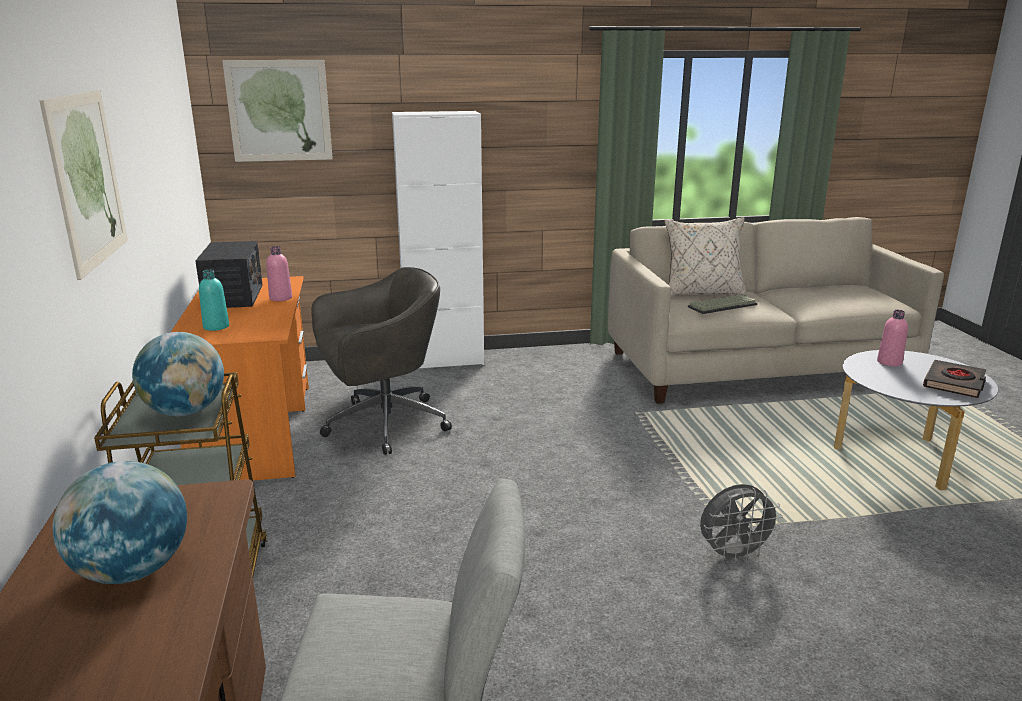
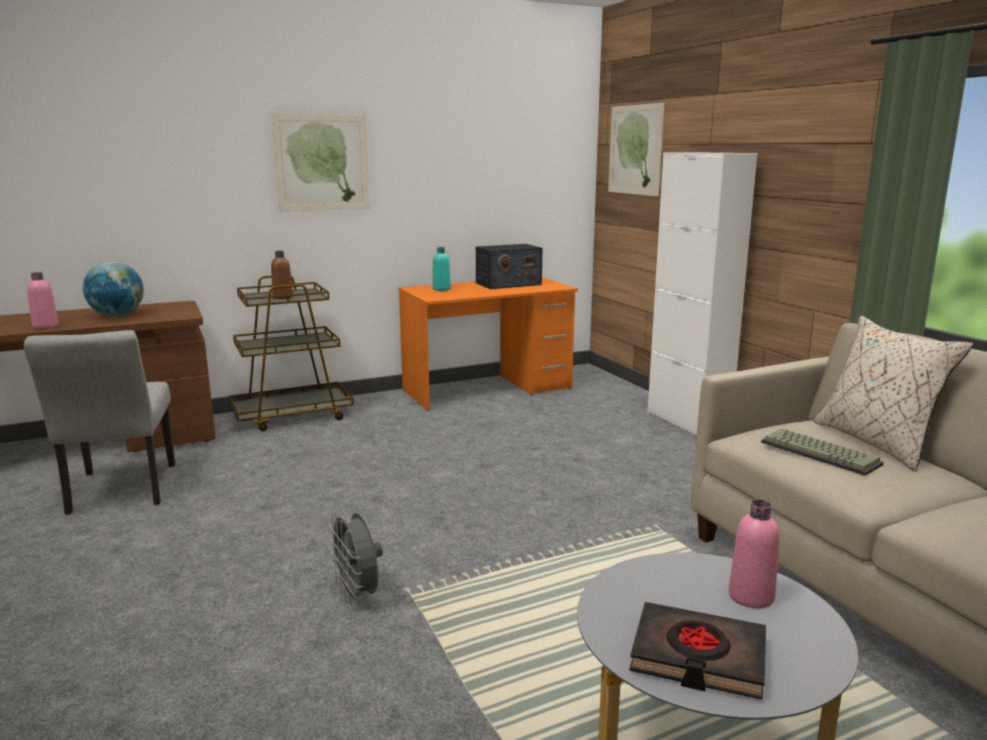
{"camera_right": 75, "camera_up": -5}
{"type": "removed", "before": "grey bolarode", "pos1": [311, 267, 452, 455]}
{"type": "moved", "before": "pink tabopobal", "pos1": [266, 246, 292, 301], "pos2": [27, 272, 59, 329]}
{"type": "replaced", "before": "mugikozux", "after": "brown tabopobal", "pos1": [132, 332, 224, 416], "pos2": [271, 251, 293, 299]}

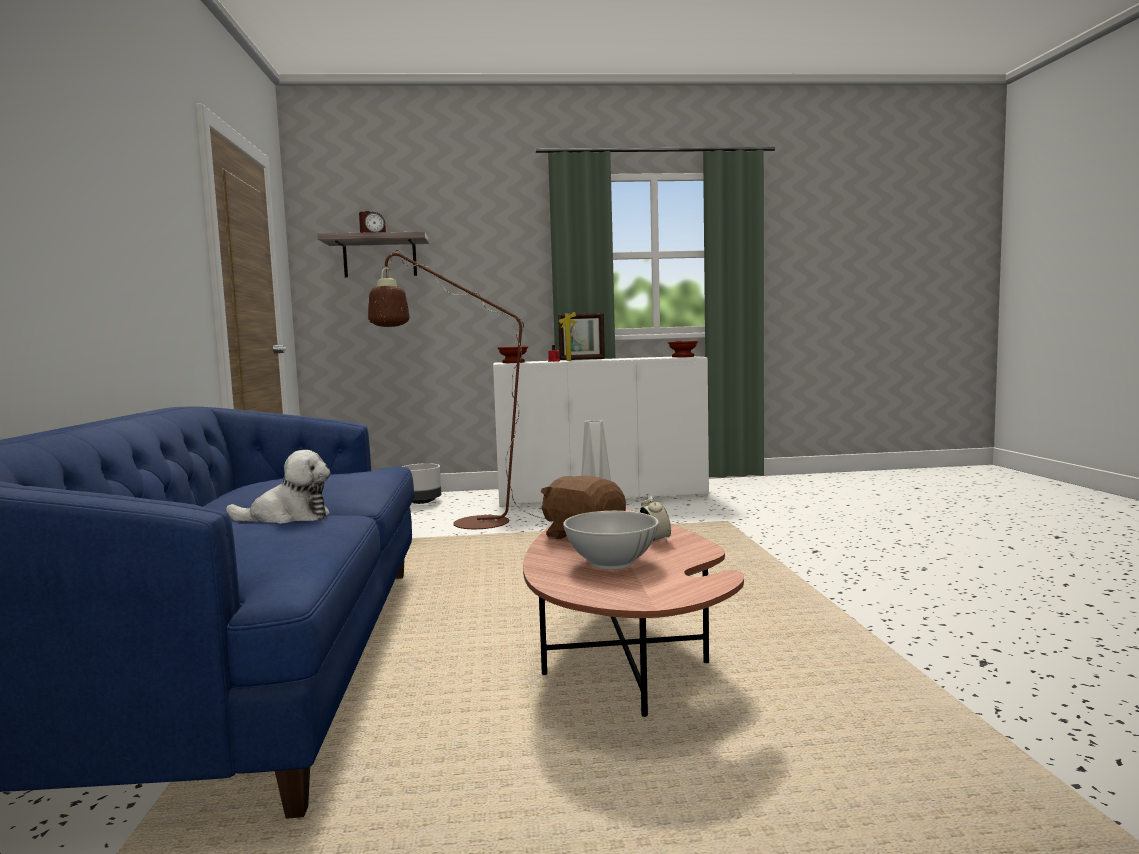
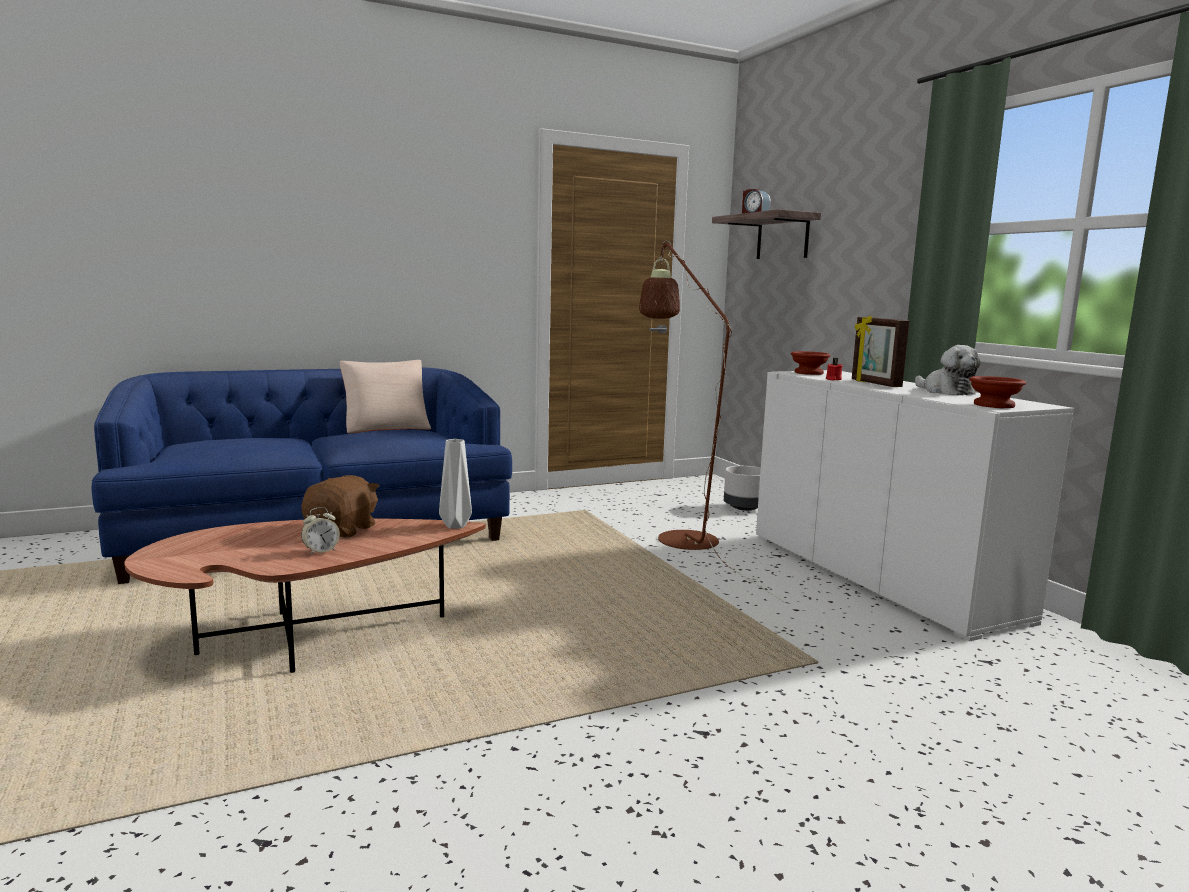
{"camera_right": 70, "camera_up": 5}
{"type": "removed", "before": "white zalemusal", "pos1": [563, 511, 659, 570]}
{"type": "added", "after": "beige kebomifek", "pos2": [339, 360, 431, 434]}
{"type": "moved", "before": "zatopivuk", "pos1": [226, 450, 330, 523], "pos2": [915, 345, 981, 395]}

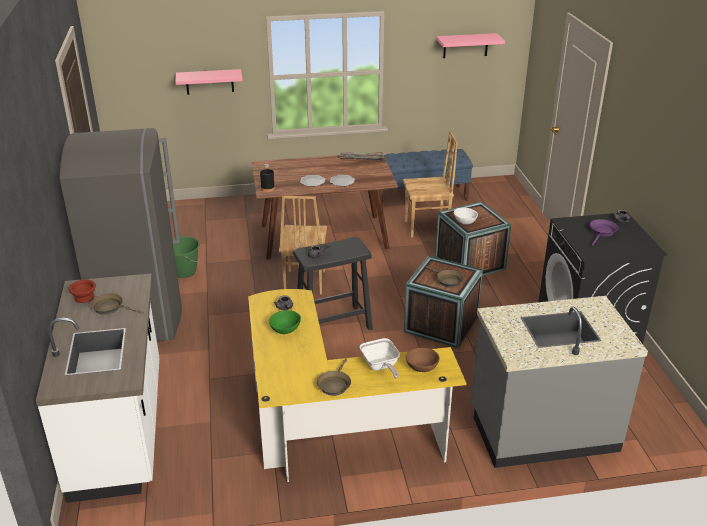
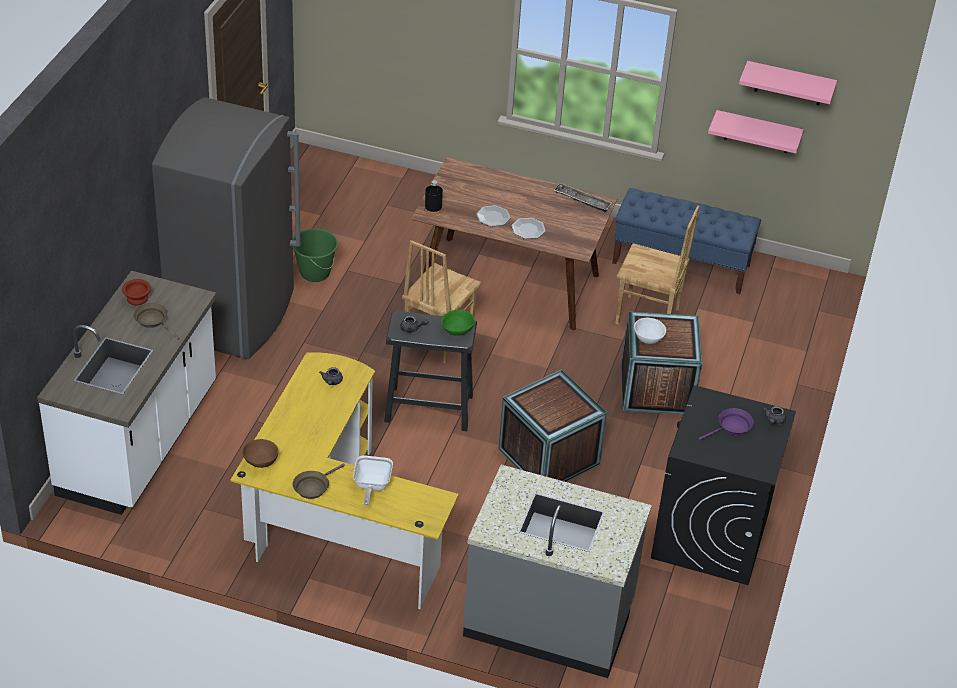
{"camera_right": 25, "camera_up": 10}
{"type": "removed", "before": "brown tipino", "pos1": [425, 266, 463, 288]}
{"type": "moved", "before": "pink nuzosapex", "pos1": [175, 69, 243, 95], "pos2": [708, 110, 804, 153]}
{"type": "moved", "before": "green zalemusal", "pos1": [269, 310, 301, 334], "pos2": [441, 310, 475, 336]}
{"type": "moved", "before": "brown zalemusal", "pos1": [406, 348, 439, 372], "pos2": [242, 439, 278, 468]}

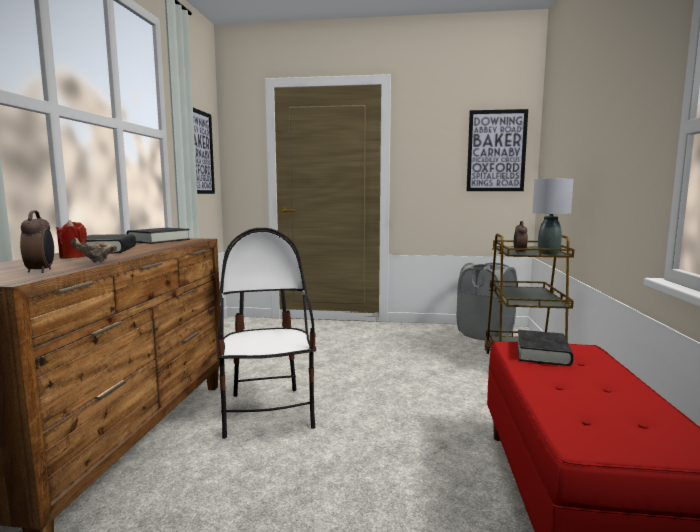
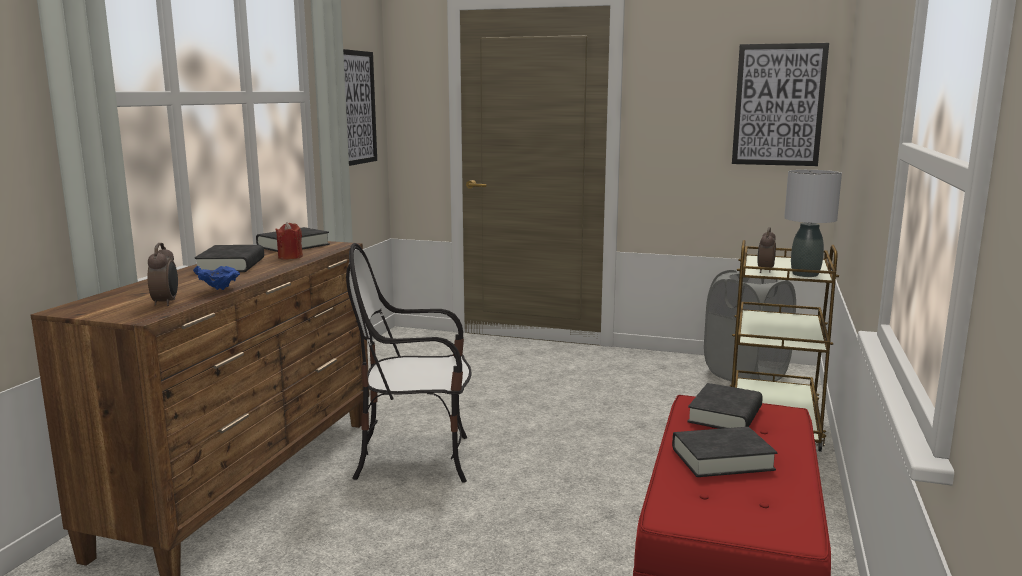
{"camera_right": 10, "camera_up": 5}
{"type": "added", "after": "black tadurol", "pos2": [672, 427, 777, 477]}
{"type": "moved", "before": "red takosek", "pos1": [56, 220, 87, 259], "pos2": [275, 222, 303, 259]}
{"type": "recoloured", "before": "beige zalemusal", "after": "blue zalemusal", "pos1": [70, 238, 117, 263], "pos2": [193, 266, 240, 290]}
{"type": "turned", "before": "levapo", "pos1": [218, 228, 316, 439], "pos2": [346, 243, 471, 483], "turn": -90}

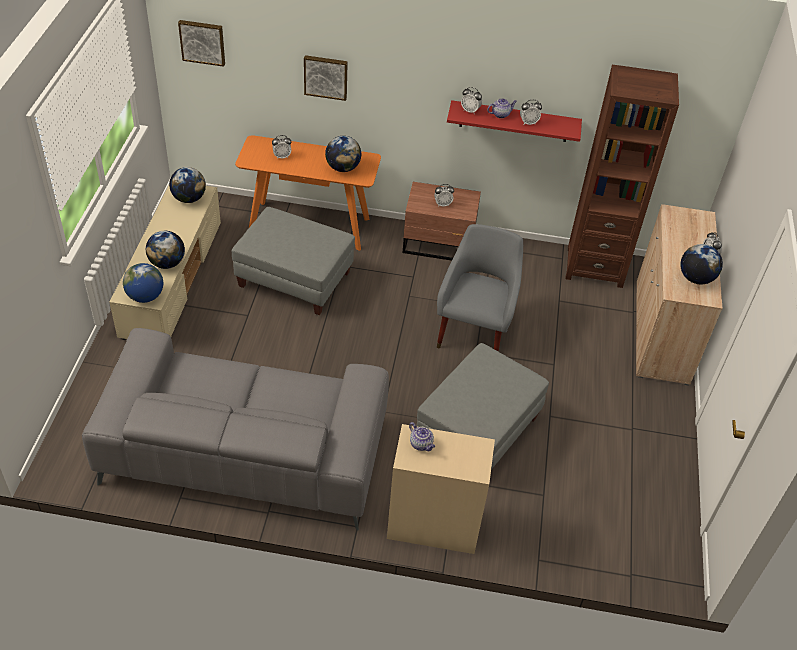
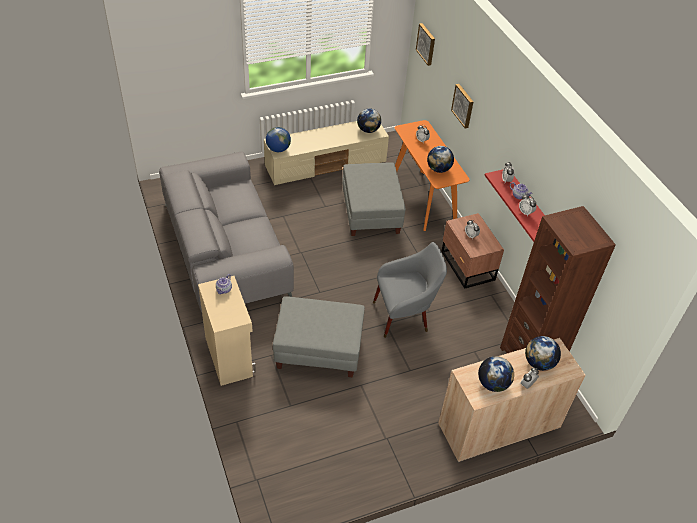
{"camera_right": 60, "camera_up": 0}
{"type": "moved", "before": "mugikozux", "pos1": [146, 231, 185, 269], "pos2": [525, 336, 561, 371]}

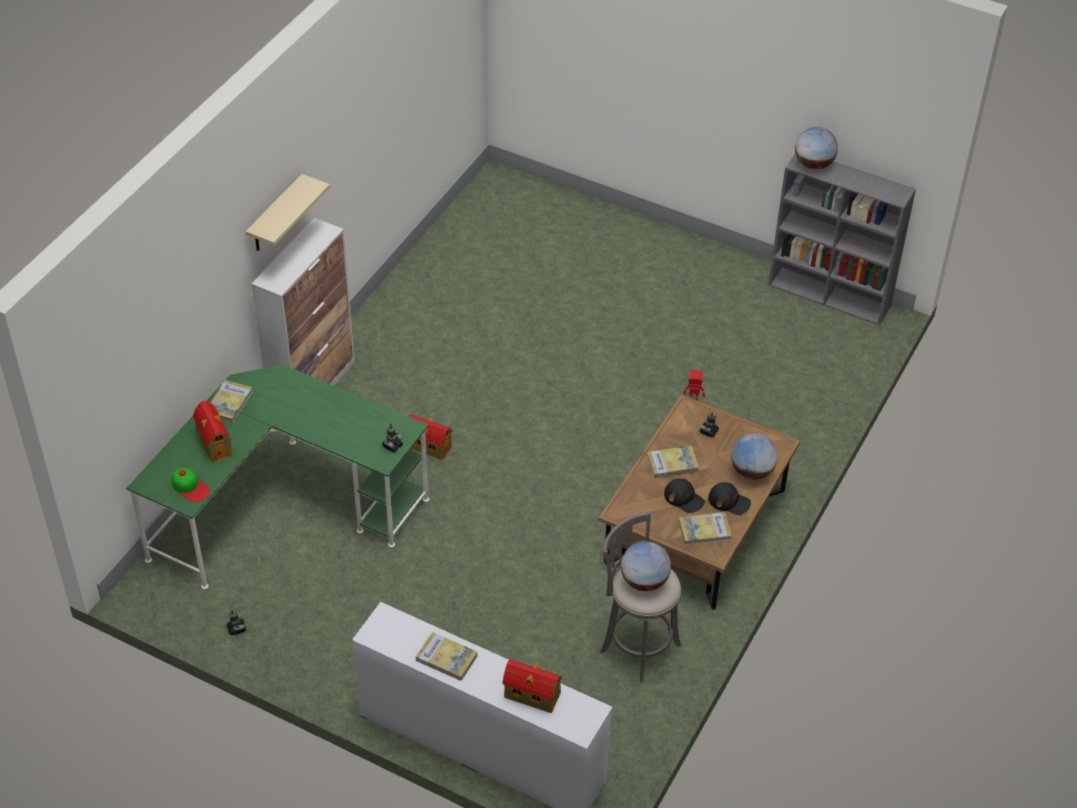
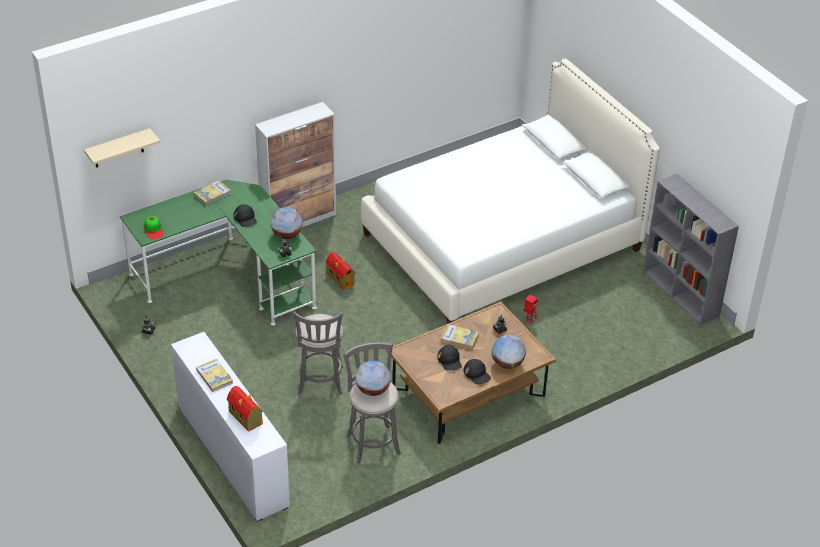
{"camera_right": 30, "camera_up": -5}
{"type": "removed", "before": "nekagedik", "pos1": [193, 401, 233, 462]}
{"type": "removed", "before": "tadurol", "pos1": [678, 512, 732, 545]}
{"type": "added", "after": "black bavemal", "pos2": [234, 204, 257, 227]}
{"type": "added", "after": "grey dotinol", "pos2": [293, 311, 343, 394]}
{"type": "added", "after": "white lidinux", "pos2": [361, 58, 660, 324]}
{"type": "moved", "before": "beige nuzosapex", "pos1": [245, 174, 330, 251], "pos2": [84, 128, 160, 168]}
{"type": "moved", "before": "mugikozux", "pos1": [795, 127, 838, 170], "pos2": [271, 207, 303, 239]}

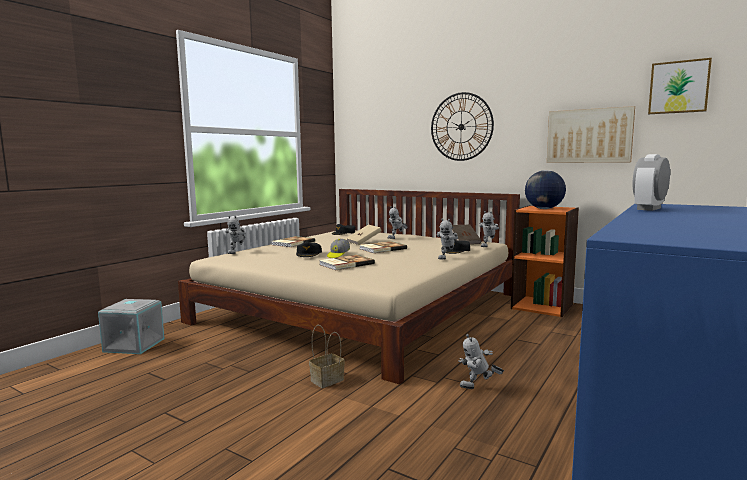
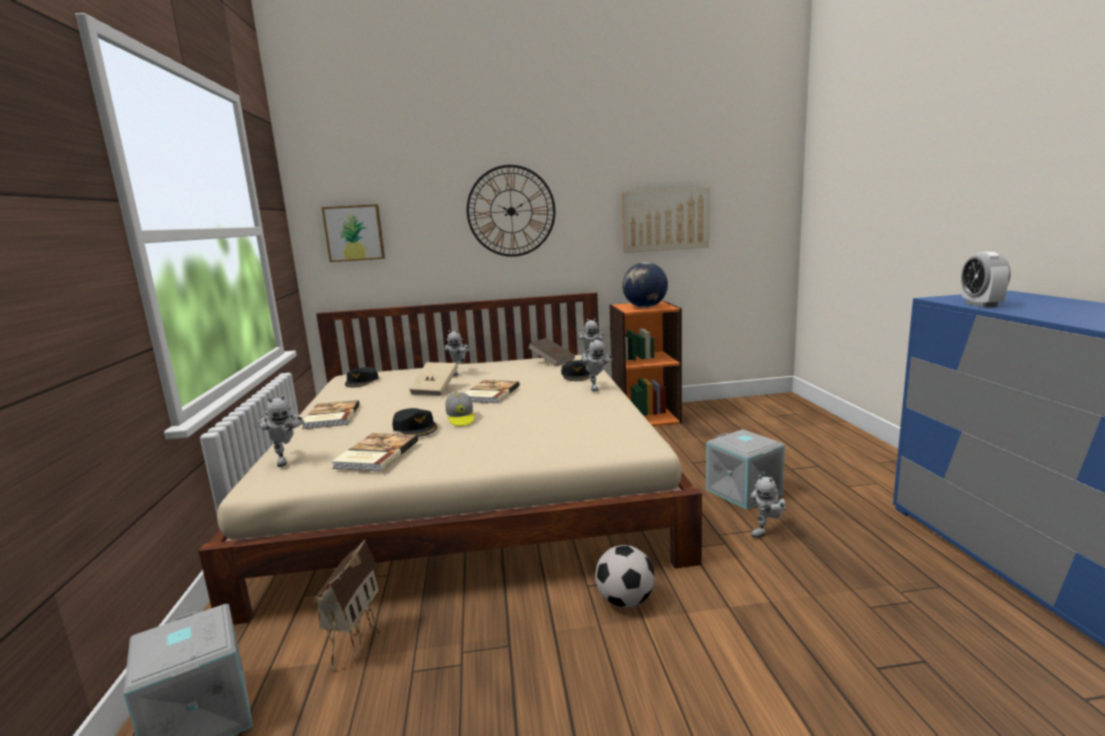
{"camera_right": -40, "camera_up": 5}
{"type": "added", "after": "nekagedik", "pos2": [311, 539, 381, 672]}
{"type": "added", "after": "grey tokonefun", "pos2": [706, 429, 785, 510]}
{"type": "moved", "before": "tadurol", "pos1": [319, 255, 375, 270], "pos2": [331, 433, 418, 472]}
{"type": "moved", "before": "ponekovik", "pos1": [648, 58, 712, 114], "pos2": [322, 204, 385, 262]}
{"type": "replaced", "before": "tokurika", "after": "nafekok", "pos1": [309, 325, 345, 388], "pos2": [595, 545, 655, 607]}

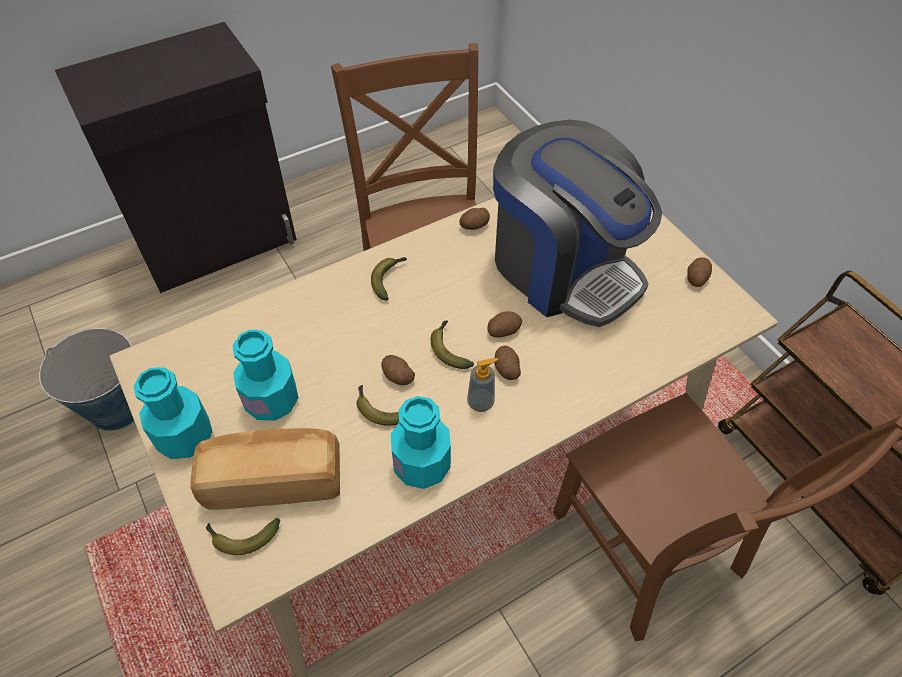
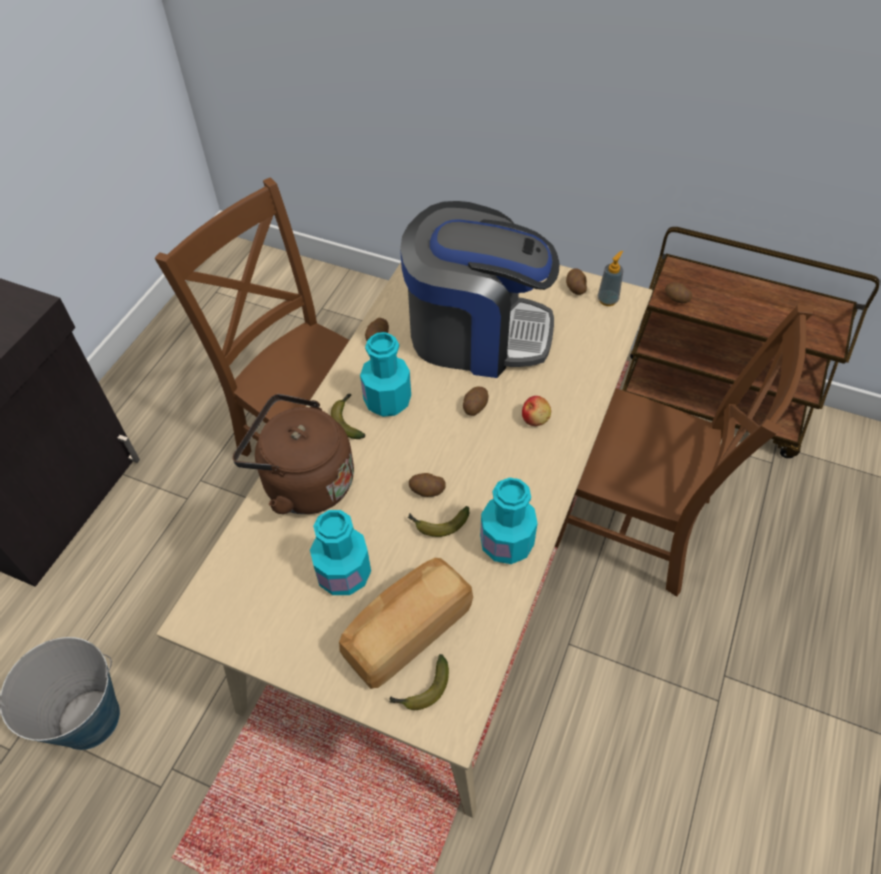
{"camera_right": -35, "camera_up": 0}
{"type": "removed", "before": "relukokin", "pos1": [431, 320, 474, 369]}
{"type": "added", "after": "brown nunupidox", "pos2": [233, 394, 354, 514]}
{"type": "added", "after": "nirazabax", "pos2": [522, 396, 551, 426]}
{"type": "moved", "before": "turquoise tabopobal", "pos1": [134, 367, 213, 459], "pos2": [360, 332, 411, 417]}
{"type": "moved", "before": "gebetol", "pos1": [467, 358, 498, 412], "pos2": [598, 251, 623, 306]}
{"type": "moved", "before": "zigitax", "pos1": [494, 346, 521, 380], "pos2": [665, 282, 692, 303]}

